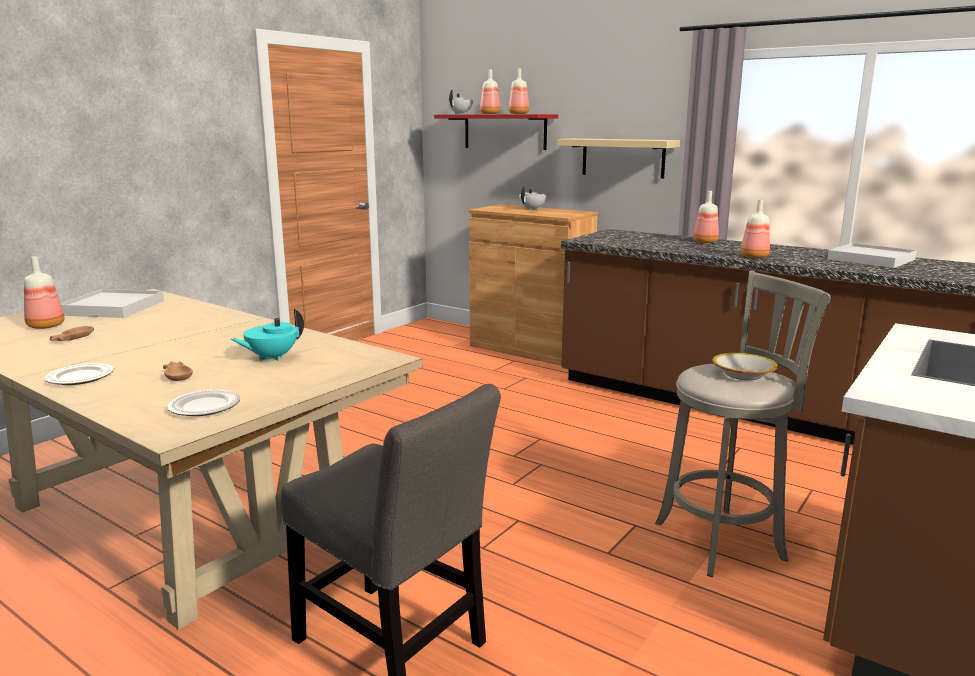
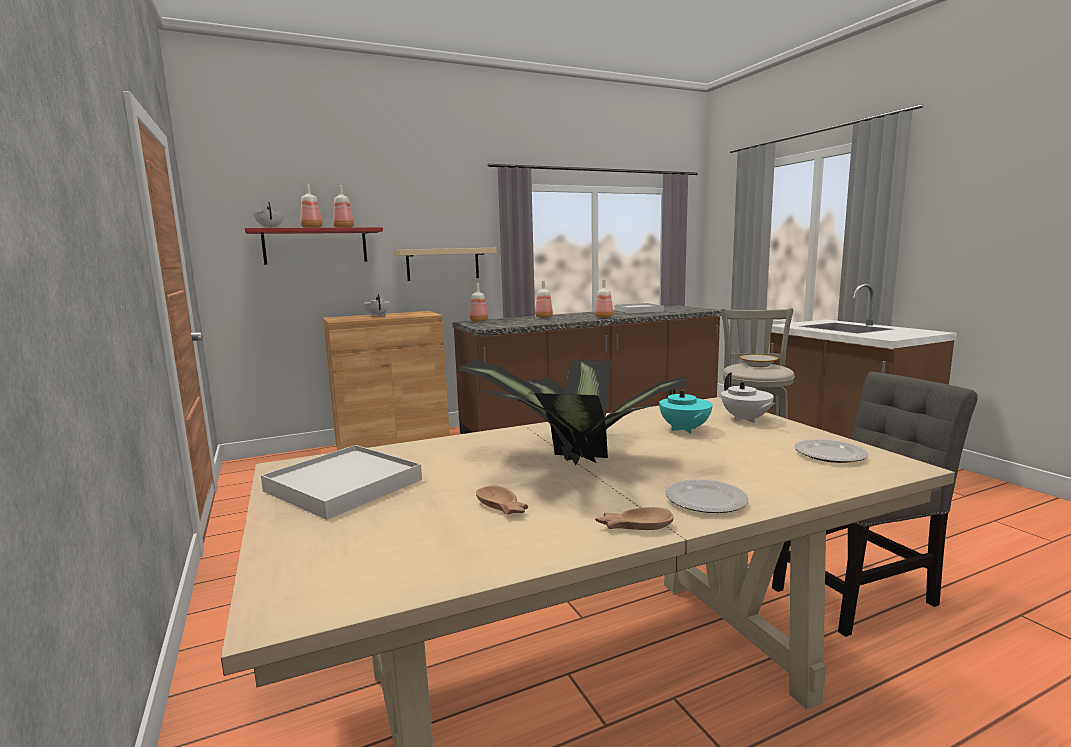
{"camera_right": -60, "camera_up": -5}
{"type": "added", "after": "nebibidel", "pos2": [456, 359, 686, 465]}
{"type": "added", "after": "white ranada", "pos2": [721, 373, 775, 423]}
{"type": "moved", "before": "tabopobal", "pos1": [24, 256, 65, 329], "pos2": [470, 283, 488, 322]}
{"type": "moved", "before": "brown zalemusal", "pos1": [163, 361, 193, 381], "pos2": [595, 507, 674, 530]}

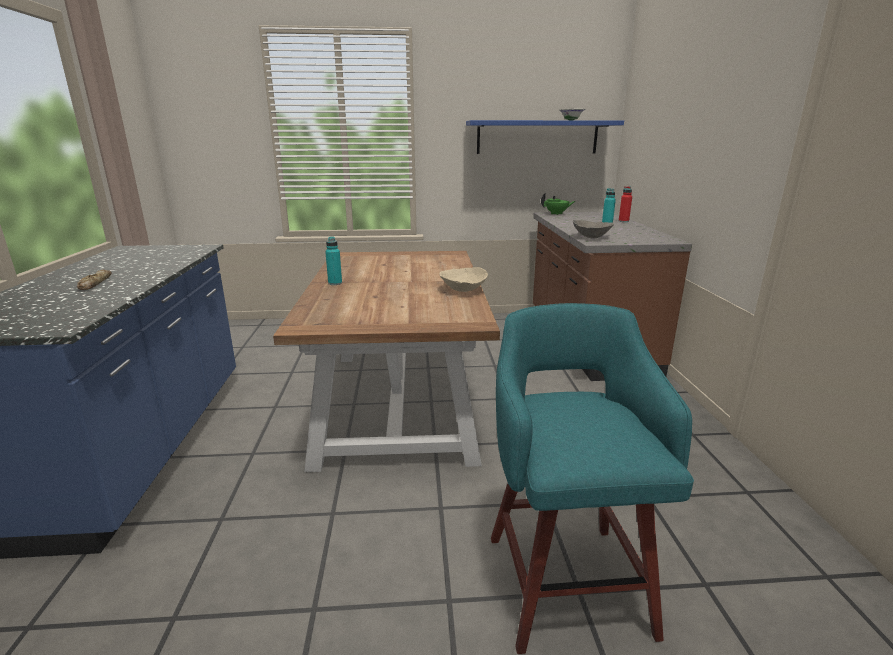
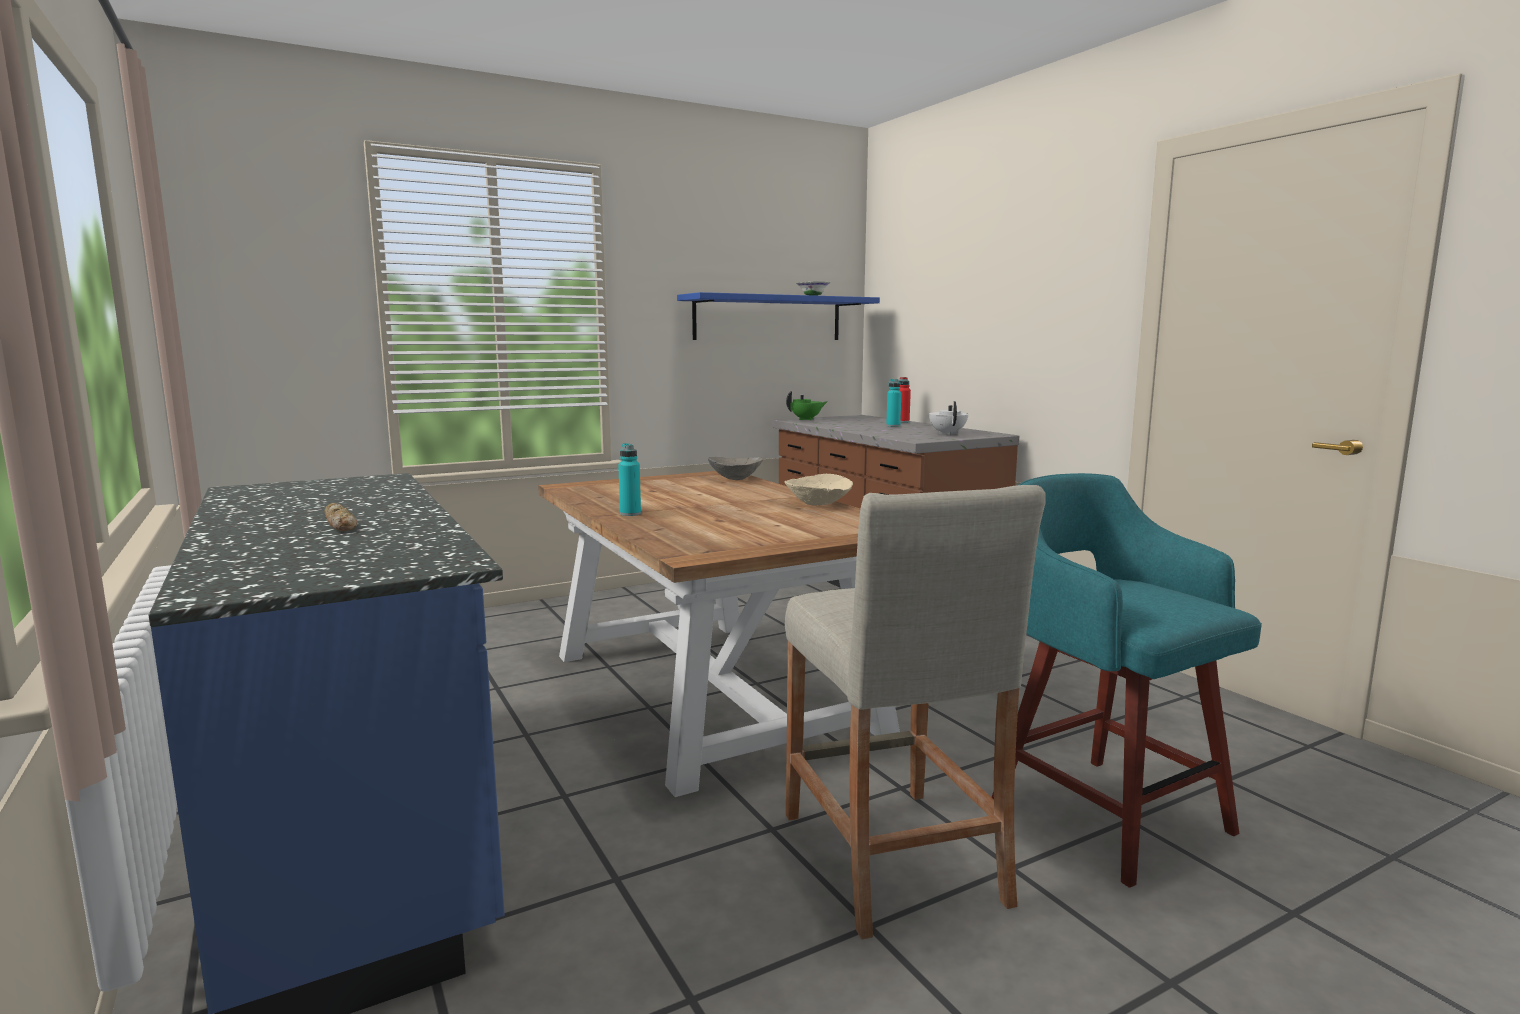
{"camera_right": -25, "camera_up": -10}
{"type": "added", "after": "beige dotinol", "pos2": [785, 485, 1046, 940]}
{"type": "added", "after": "white ranada", "pos2": [929, 401, 968, 435]}
{"type": "moved", "before": "grey zalemusal", "pos1": [573, 220, 614, 238], "pos2": [708, 457, 763, 480]}

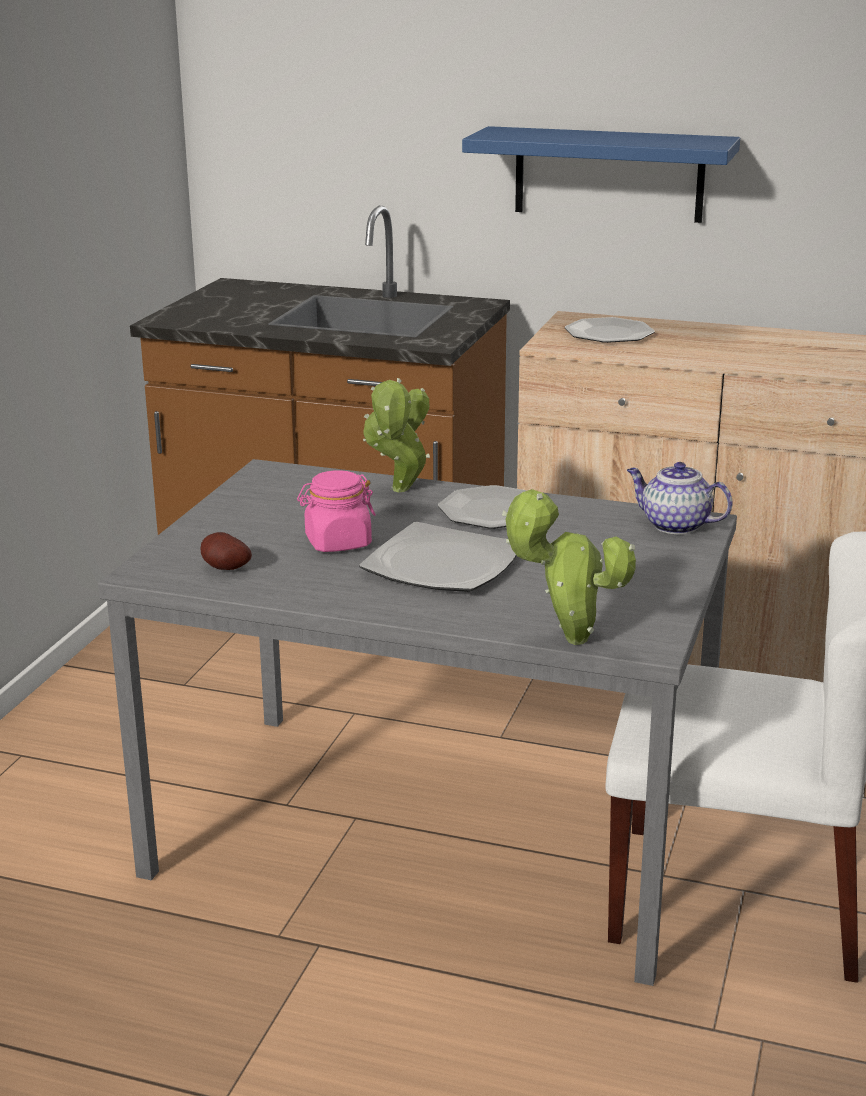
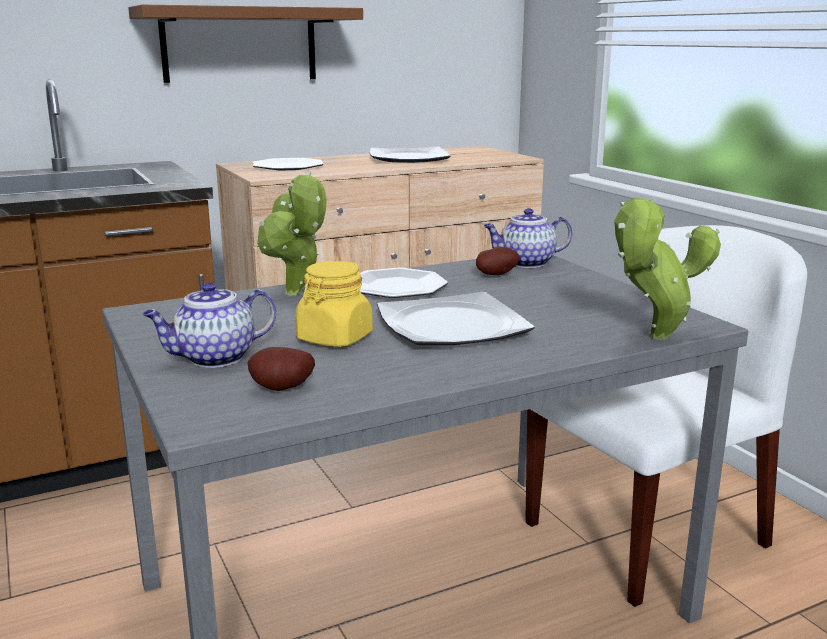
{"camera_right": -45, "camera_up": -5}
{"type": "added", "after": "ranada", "pos2": [143, 282, 276, 368]}
{"type": "added", "after": "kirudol", "pos2": [370, 146, 451, 163]}
{"type": "added", "after": "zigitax", "pos2": [476, 246, 520, 275]}
{"type": "recoloured", "before": "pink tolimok", "after": "yellow tolimok", "pos1": [297, 470, 375, 552], "pos2": [295, 261, 373, 347]}
{"type": "recoloured", "before": "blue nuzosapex", "after": "brown nuzosapex", "pos1": [462, 126, 740, 223], "pos2": [128, 4, 363, 83]}

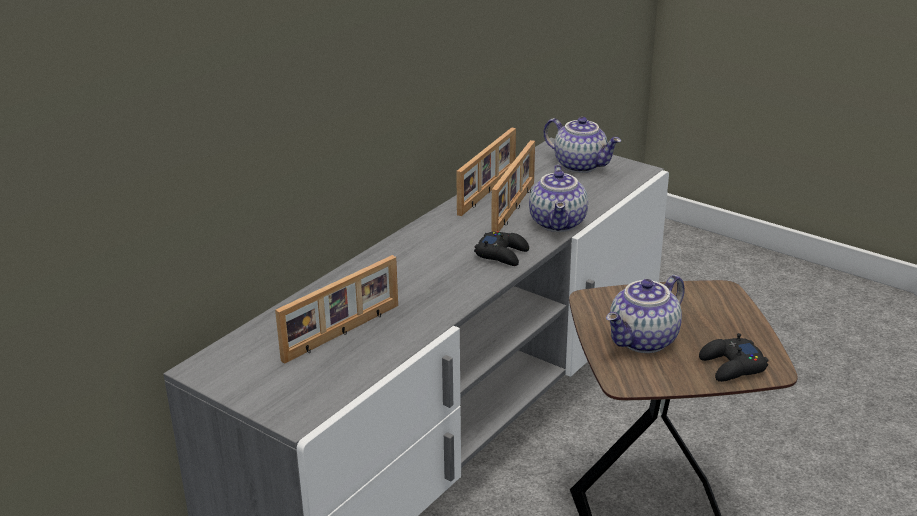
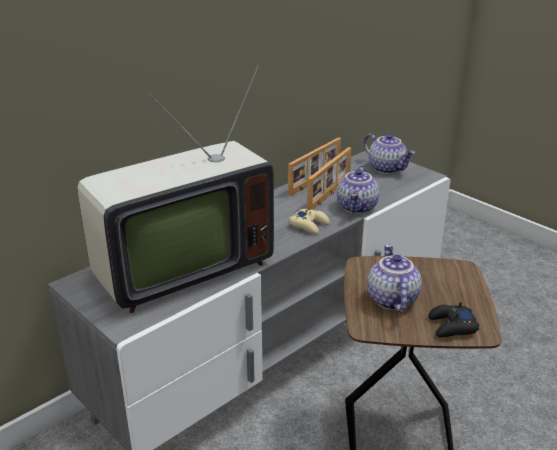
{"camera_right": 10, "camera_up": 0}
{"type": "replaced", "before": "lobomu", "after": "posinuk", "pos1": [275, 255, 398, 364], "pos2": [77, 65, 274, 313]}
{"type": "recoloured", "before": "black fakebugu", "after": "beige fakebugu", "pos1": [474, 231, 529, 266], "pos2": [289, 209, 330, 235]}
{"type": "turned", "before": "ranada", "pos1": [606, 275, 685, 353], "pos2": [367, 244, 422, 312], "turn": 120}

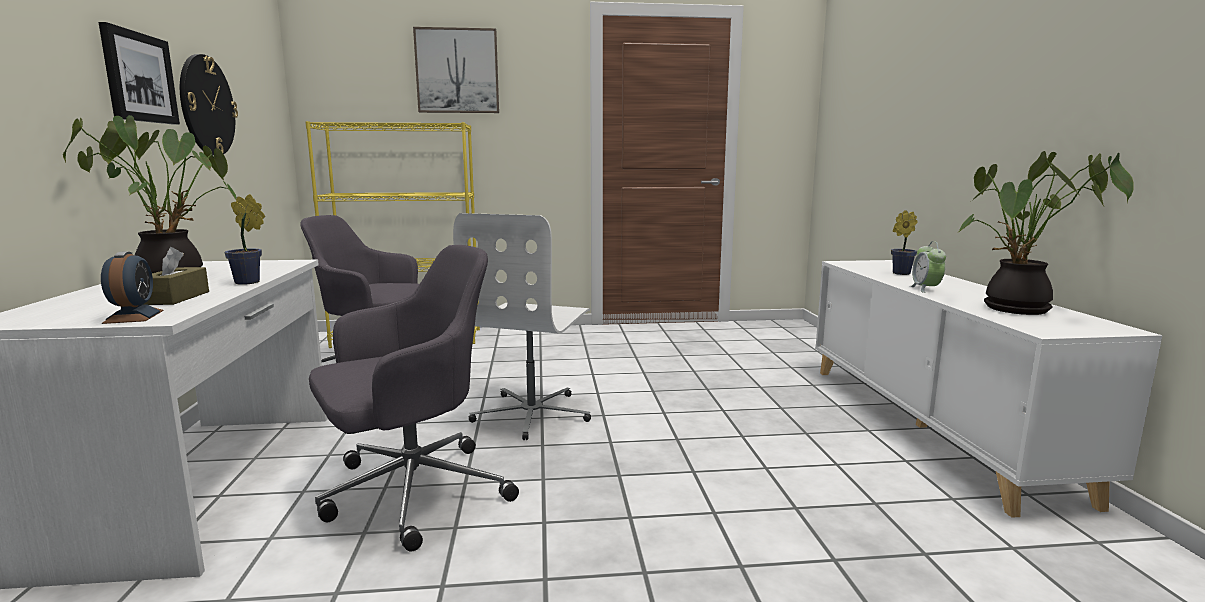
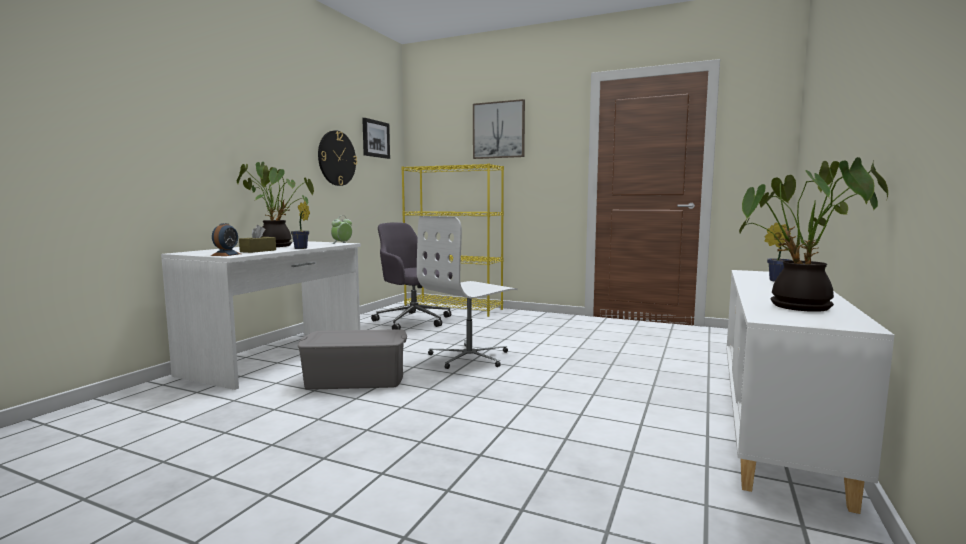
{"camera_right": 30, "camera_up": -5}
{"type": "moved", "before": "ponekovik", "pos1": [98, 22, 180, 125], "pos2": [362, 118, 390, 159]}
{"type": "moved", "before": "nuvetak", "pos1": [910, 241, 946, 293], "pos2": [331, 215, 352, 244]}
{"type": "replaced", "before": "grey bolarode", "after": "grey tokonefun", "pos1": [309, 245, 519, 552], "pos2": [298, 330, 407, 389]}

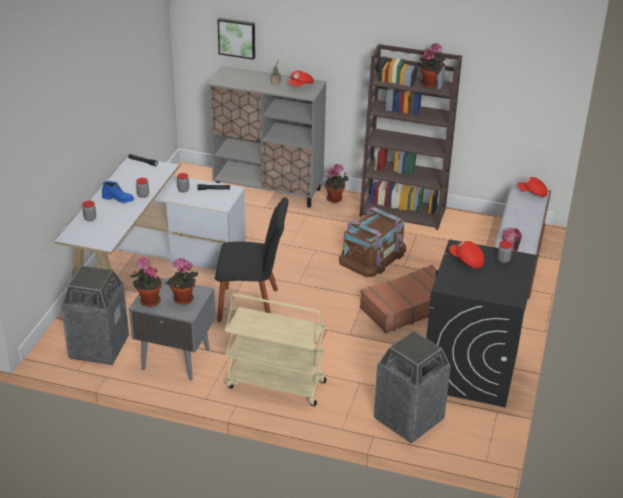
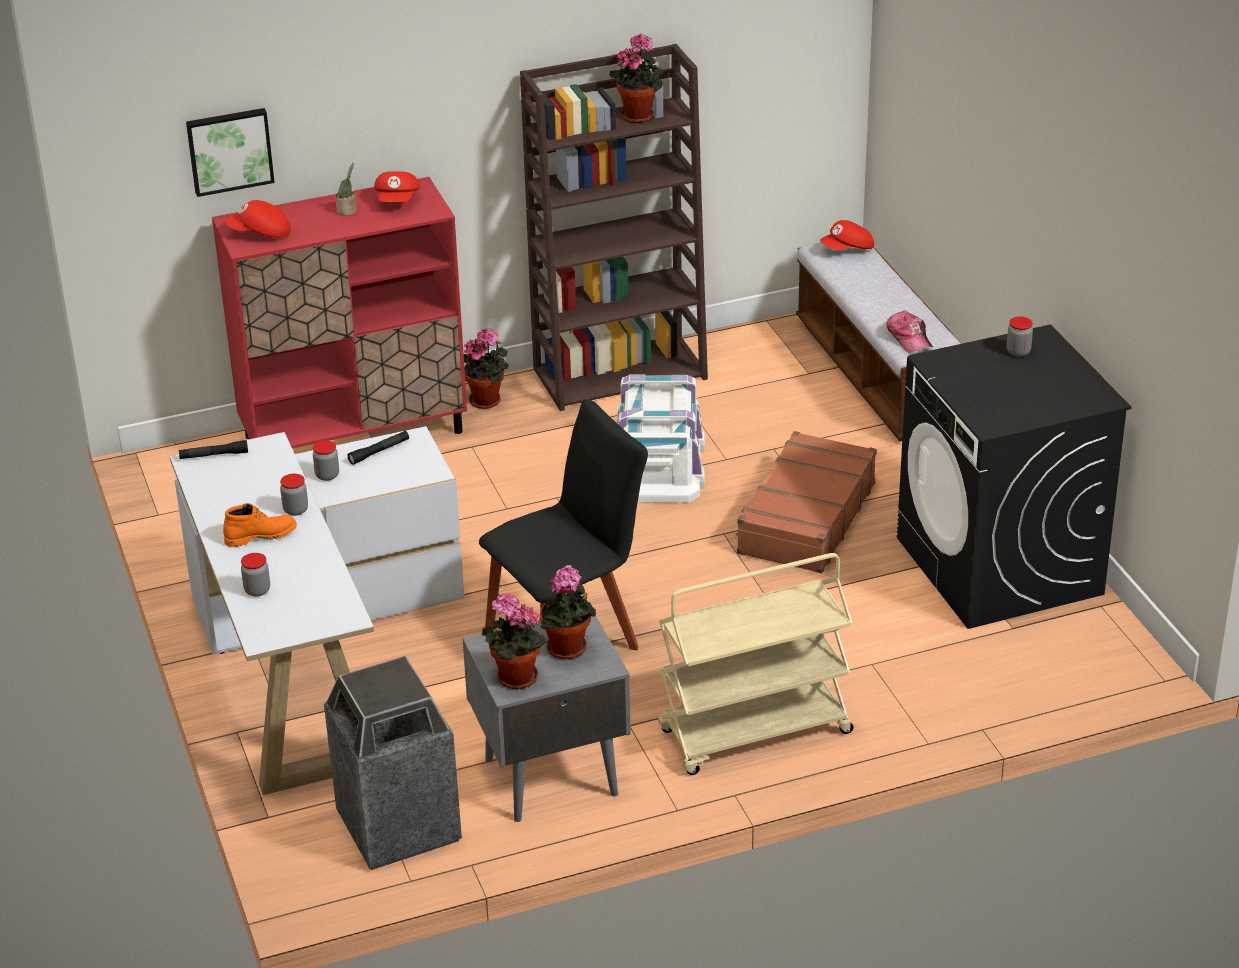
{"camera_right": -35, "camera_up": 0}
{"type": "removed", "before": "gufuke", "pos1": [374, 331, 451, 443]}
{"type": "moved", "before": "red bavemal", "pos1": [449, 241, 485, 268], "pos2": [226, 200, 291, 238]}
{"type": "recoloured", "before": "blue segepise", "after": "orange segepise", "pos1": [102, 181, 134, 203], "pos2": [223, 503, 297, 547]}
{"type": "recoloured", "before": "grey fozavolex", "after": "red fozavolex", "pos1": [209, 66, 326, 208], "pos2": [212, 177, 467, 448]}
{"type": "recoloured", "before": "brown tokonefun", "after": "white tokonefun", "pos1": [339, 207, 406, 277], "pos2": [616, 375, 705, 503]}

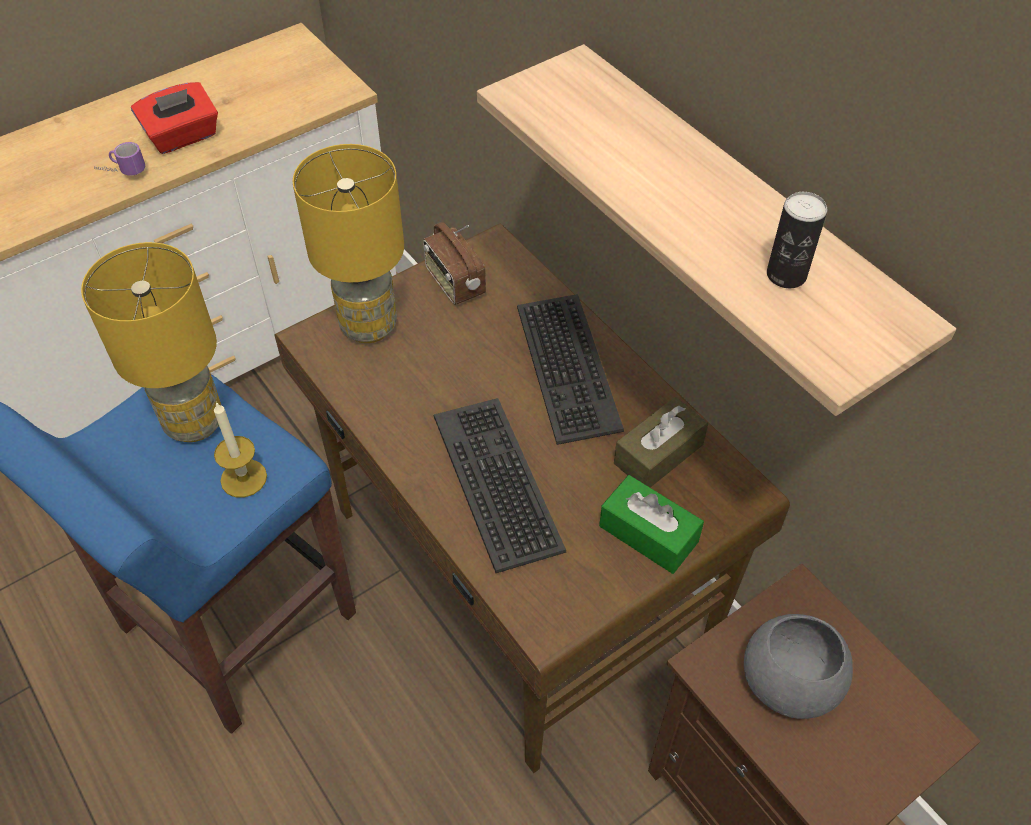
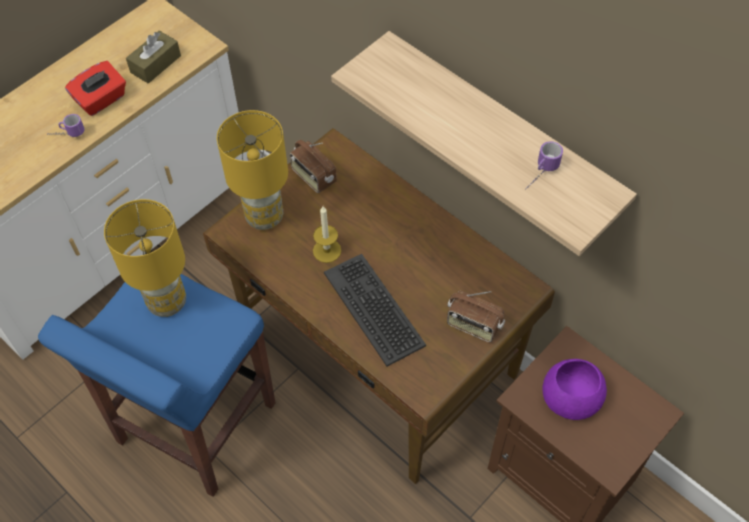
{"camera_right": -10, "camera_up": 5}
{"type": "removed", "before": "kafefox", "pos1": [517, 294, 624, 445]}
{"type": "moved", "before": "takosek", "pos1": [214, 402, 267, 498], "pos2": [313, 206, 341, 263]}
{"type": "moved", "before": "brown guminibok", "pos1": [614, 397, 708, 487], "pos2": [126, 31, 181, 84]}
{"type": "replaced", "before": "green guminibok", "after": "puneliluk", "pos1": [599, 475, 704, 574], "pos2": [447, 291, 505, 342]}
{"type": "replaced", "before": "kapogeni", "after": "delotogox", "pos1": [767, 192, 827, 288], "pos2": [525, 141, 563, 190]}
{"type": "recoloured", "before": "grey zalemusal", "after": "purple zalemusal", "pos1": [744, 614, 853, 719], "pos2": [543, 359, 607, 420]}

